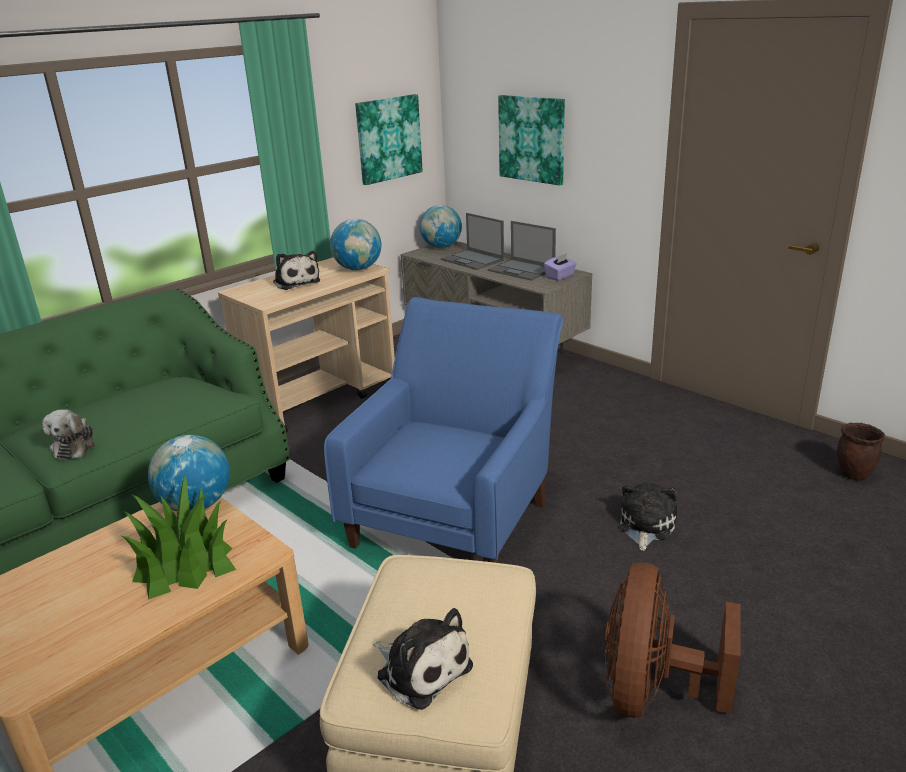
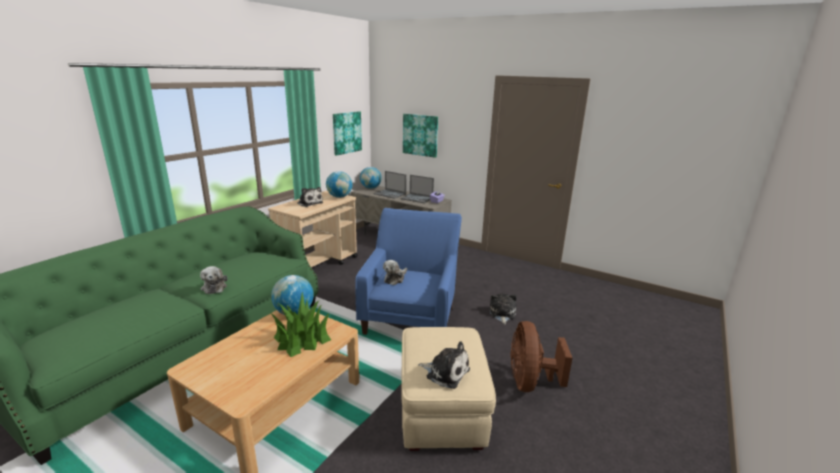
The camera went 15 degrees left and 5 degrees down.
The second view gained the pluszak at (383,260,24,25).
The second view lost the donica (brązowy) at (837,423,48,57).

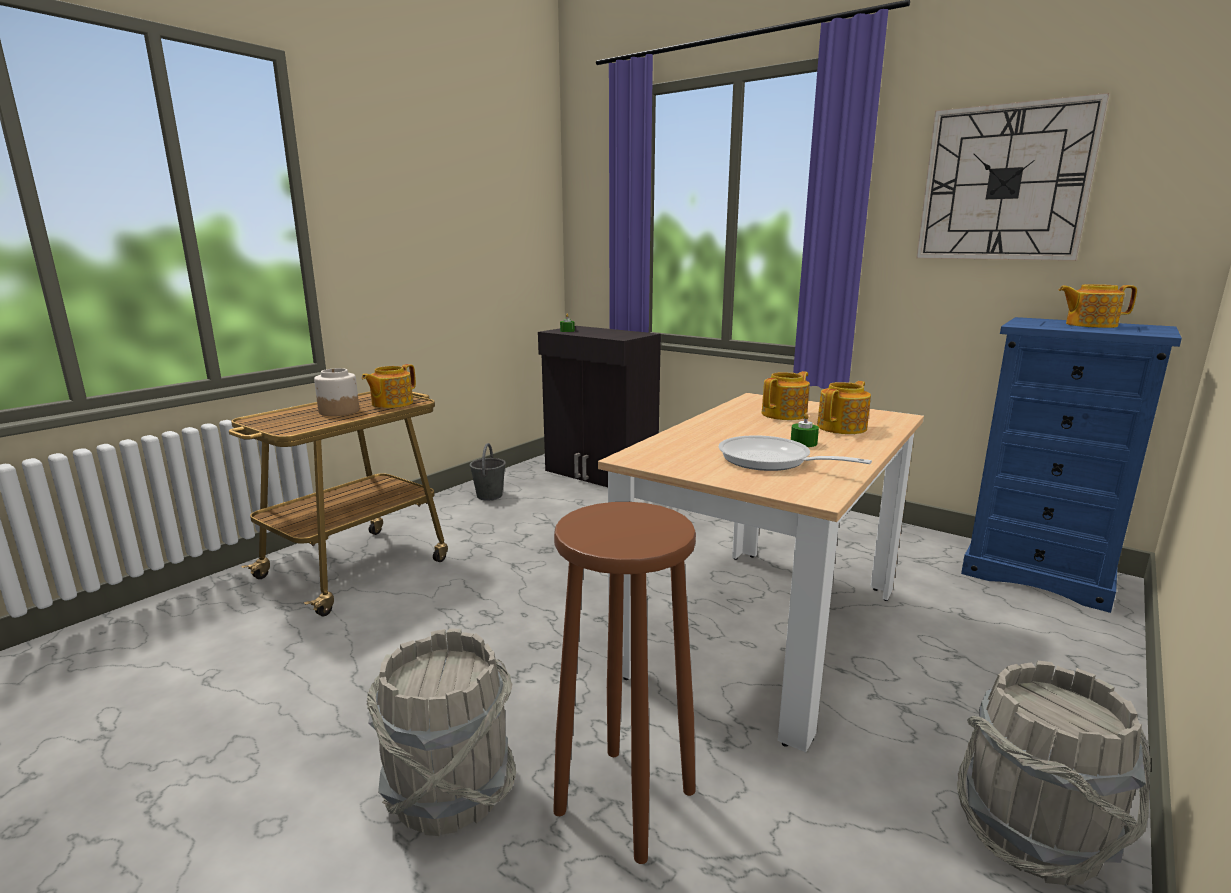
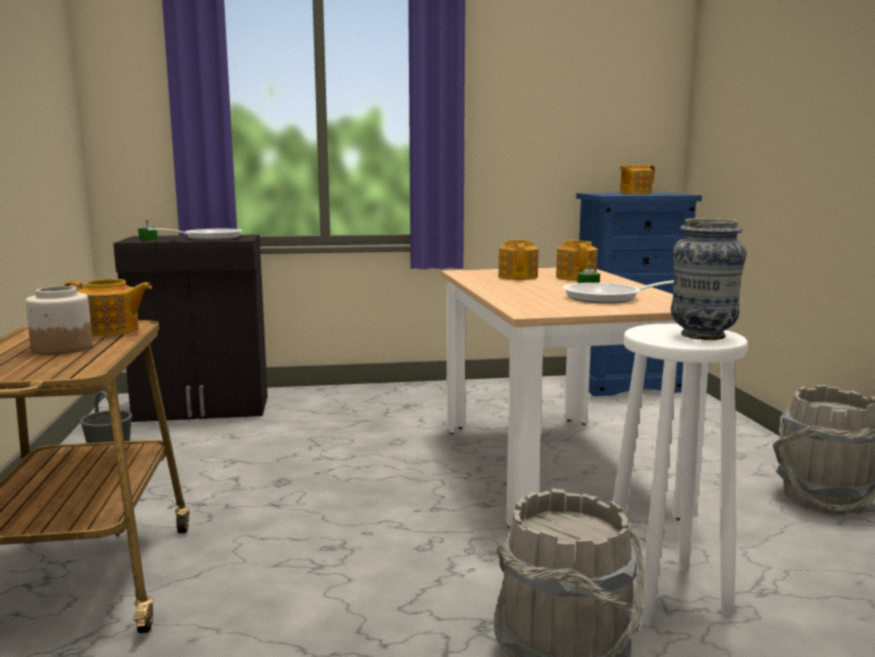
The camera went 45 degrees left and 5 degrees down.
The imbryk at (362,364,54,44) ended up facing another way, 75 degrees counterclockwise from before.
The second view gained the patelnia at (148,228,95,12).
What was the stołek (brązowy) at (553,502,143,362) turned into the stołek (biały) at (613,324,135,302).
The second view gained the wazon at (671,218,76,122).
The second view lost the zegar ścienny at (916,93,193,168).

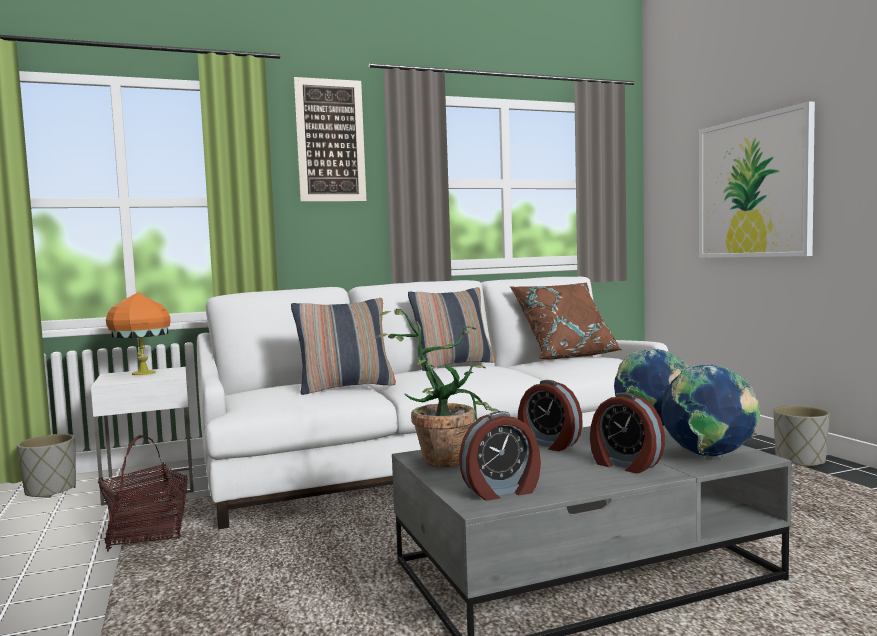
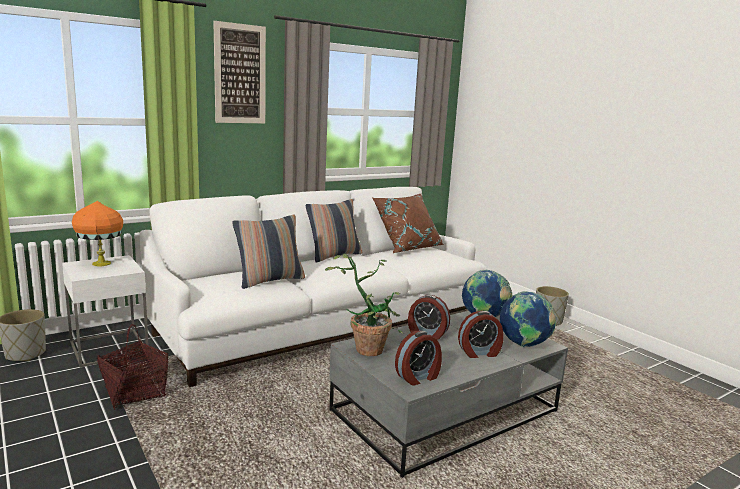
The camera went 15 degrees left and 10 degrees up.
The budzik at (590,392,75,82) ended up facing another way, 45 degrees counterclockwise from before.
The second view lost the obraz at (699,101,116,157).

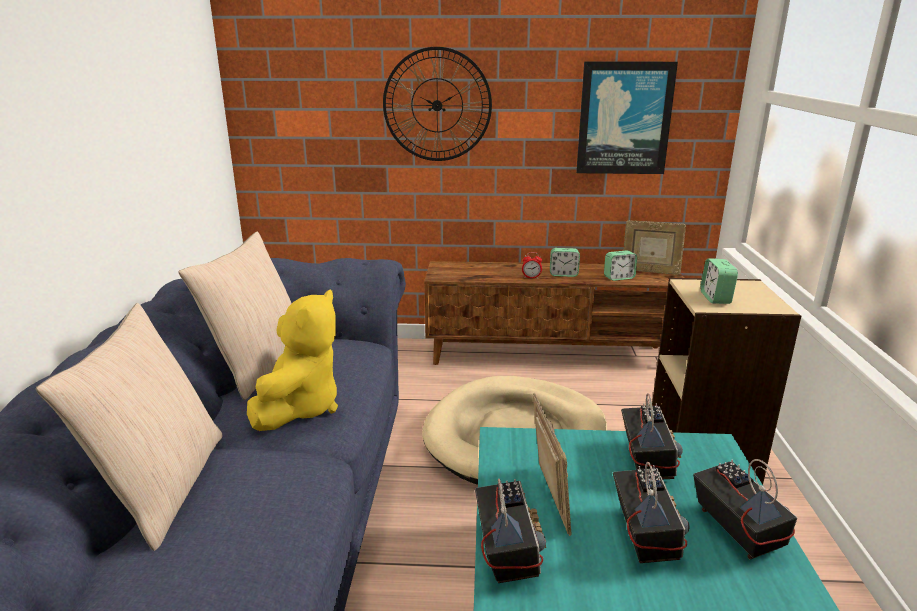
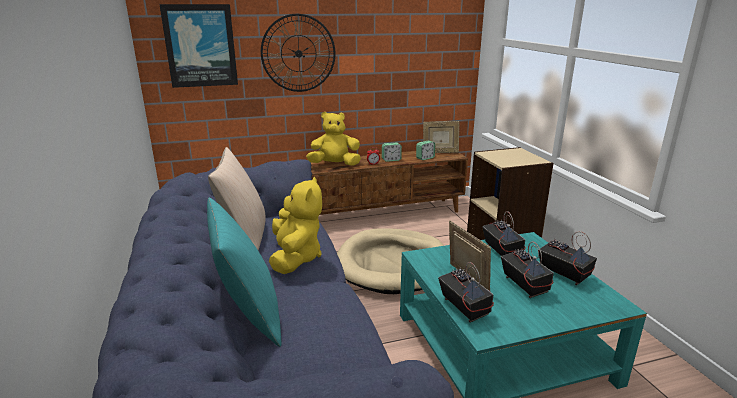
The camera went 20 degrees left and 0 degrees up.
The obraz ended up elsewhere, having gone from (576,62,102,112) to (159,4,79,84).
What was the poduszka (beżowy) at (36,303,186,248) turned into the poduszka (turkusowy) at (207,198,74,149).
The second view gained the pluszak (żółty) at (306,112,55,54).
The second view lost the budzik at (700,258,38,46).

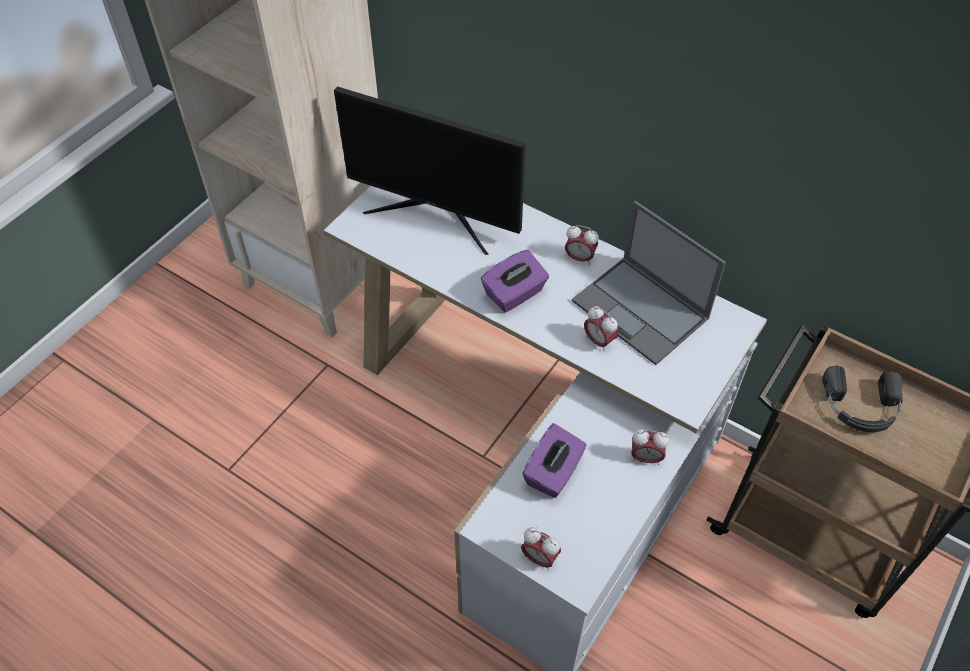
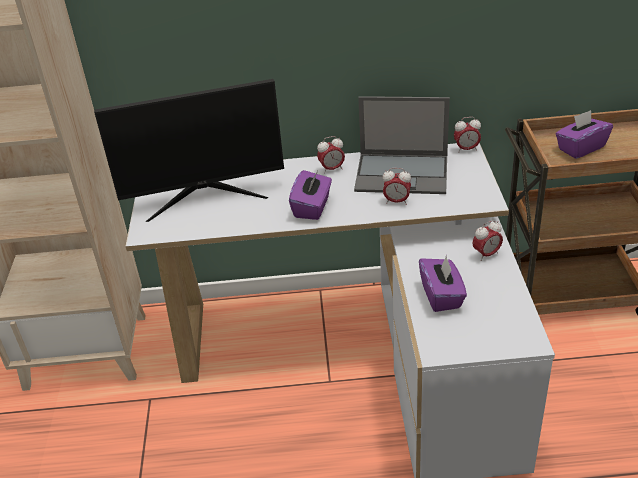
The camera went 35 degrees left and 15 degrees down.
The budzik ended up elsewhere, having gone from (521,527,40,43) to (454,117,27,36).
Where the słuchawki (czarny) stood at (822,366,81,66), the pudełko chusteczek (fioletowy) came to stand at (556,110,57,49).

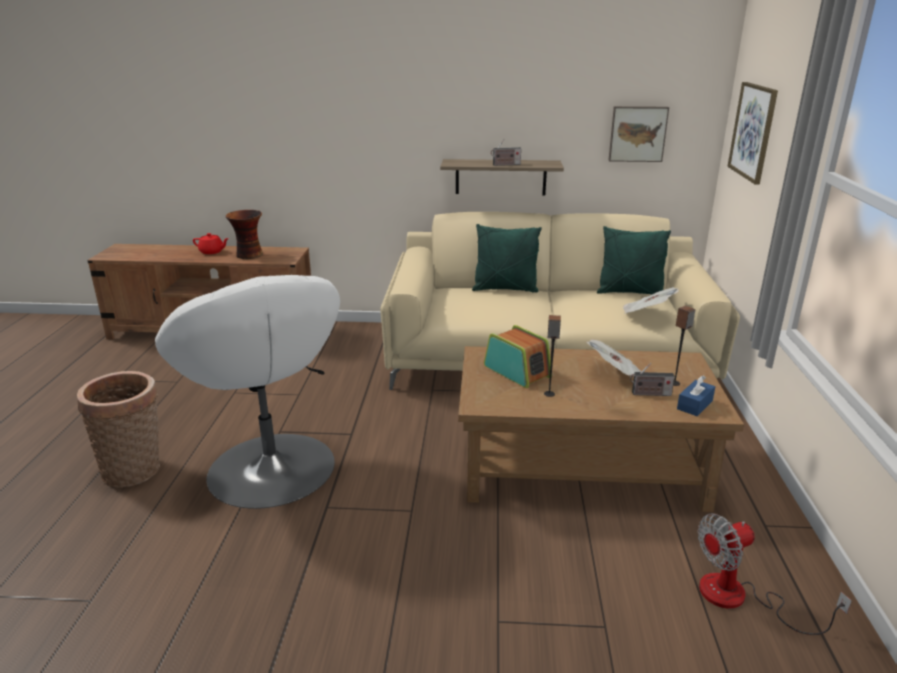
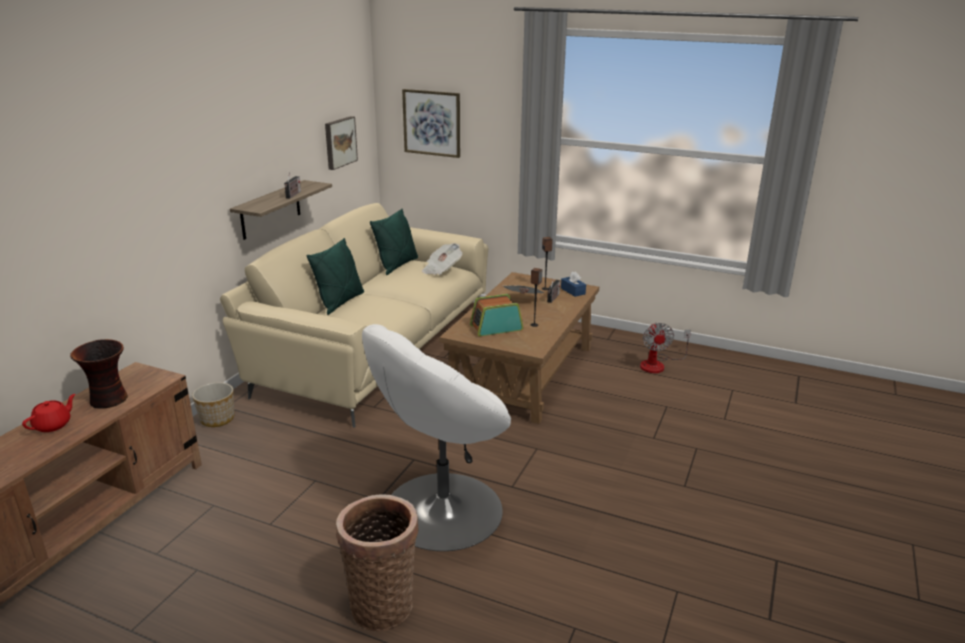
The camera went 70 degrees left and 0 degrees up.
The second view gained the donica at (192,382,43,45).
The fotel (biały) at (155,275,185,234) ended up facing another way, 150 degrees clockwise from before.

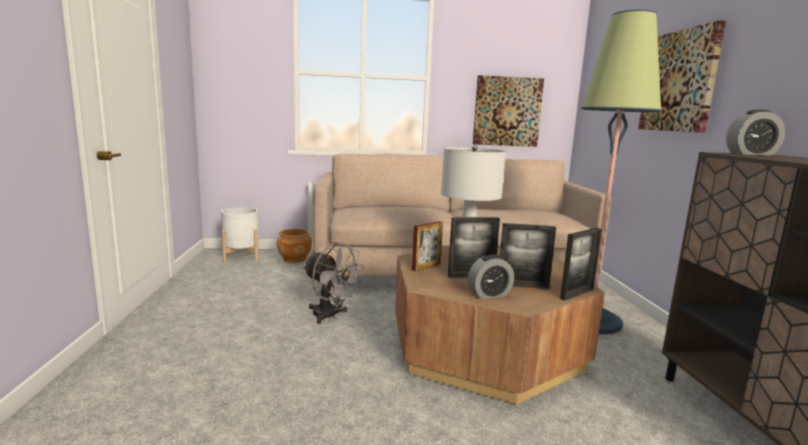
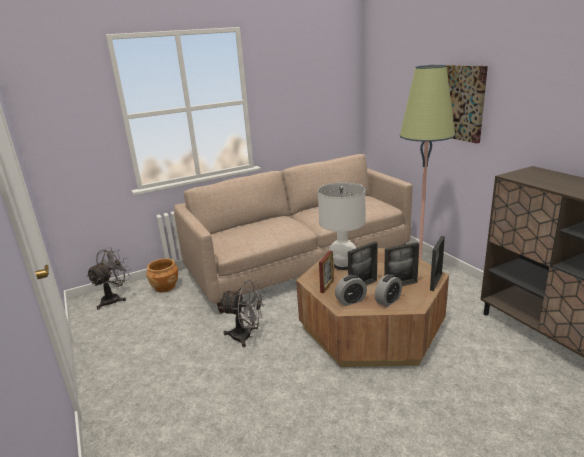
The camera went 20 degrees left and 10 degrees up.
Where the donica (biały) stood at (221,207,38,56), the wentylator (szary) came to stand at (87,247,44,63).
The budzik ended up elsewhere, having gone from (726,110,59,46) to (335,275,32,31).
The second view lost the obraz at (473,75,71,72).

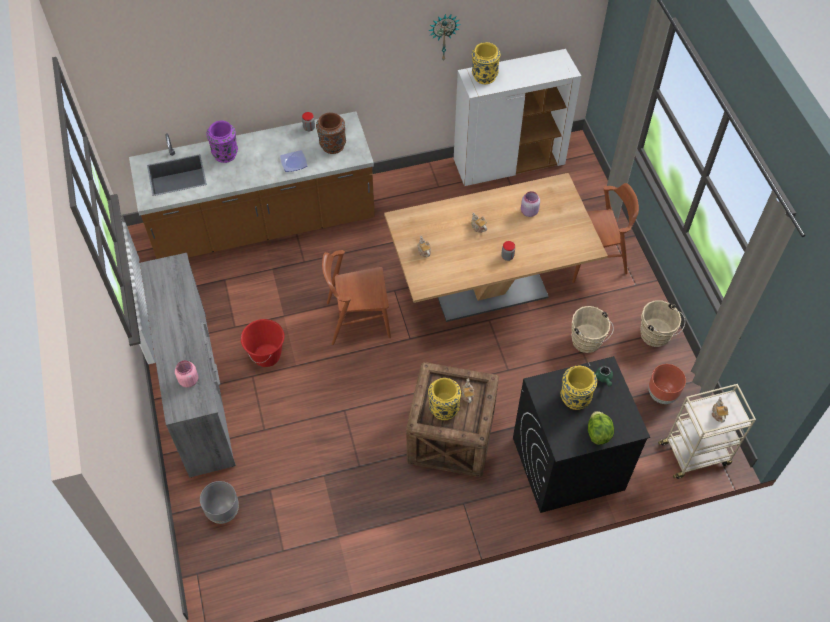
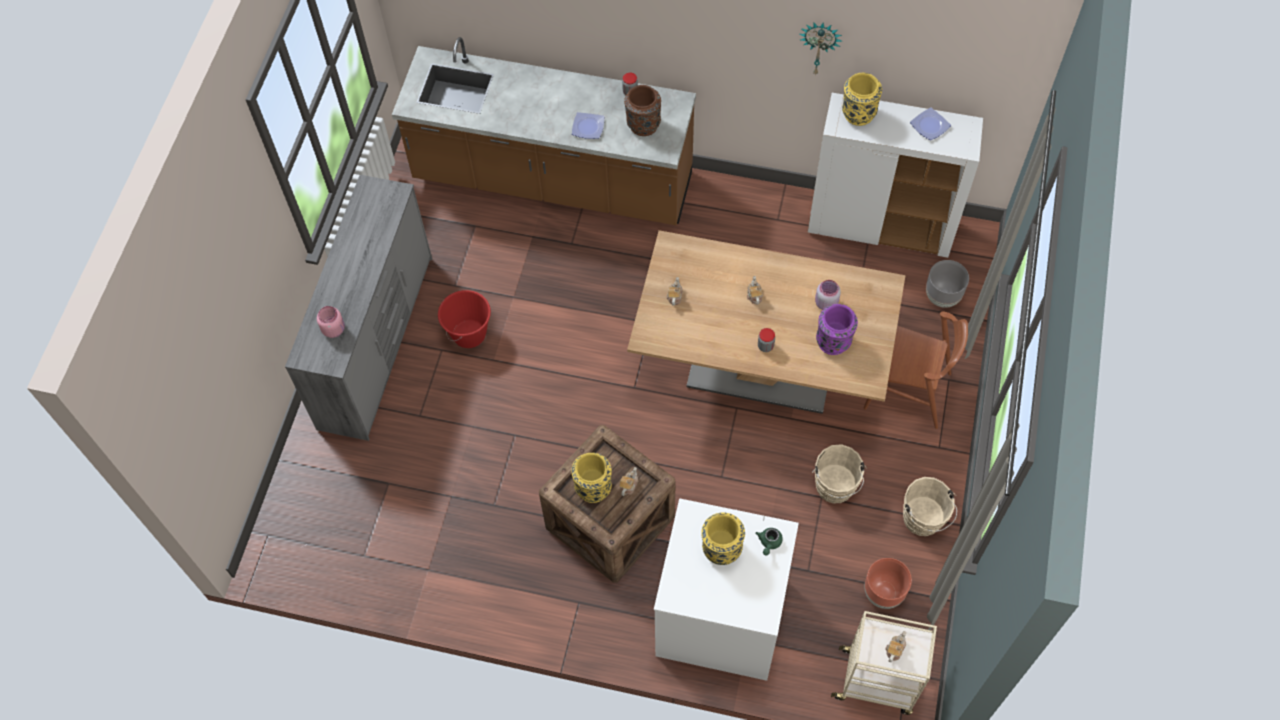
The camera went 30 degrees right and 5 degrees up.
What was the pralka (czarny) at (513,356,137,157) turned into the pralka (biały) at (654,498,145,183).
The wazon (fioletowy) ended up elsewhere, having gone from (206,120,32,43) to (816,304,42,51).
The second view gained the talerz at (910,107,41,33).
The donica (szary) ended up elsewhere, having gone from (200,481,39,43) to (926,260,43,48).
The second view lost the krzesło (brązowy) at (322,250,69,95).
The second view lost the sałata at (588,411,26,34).

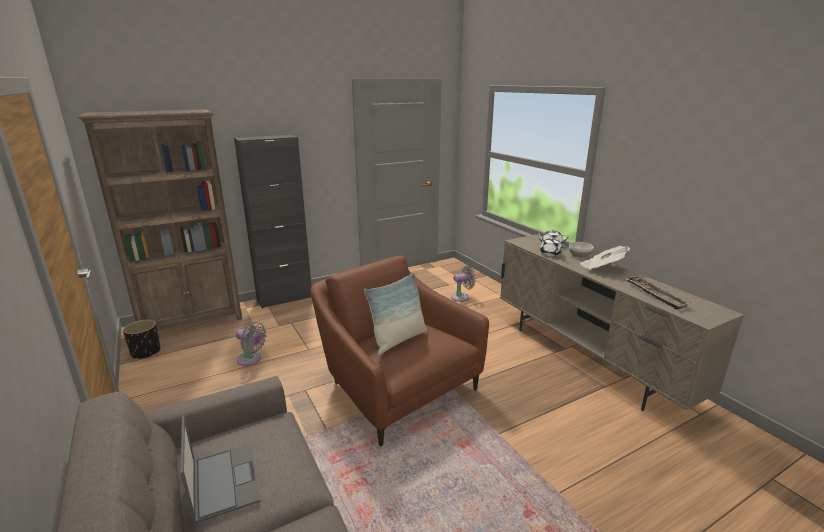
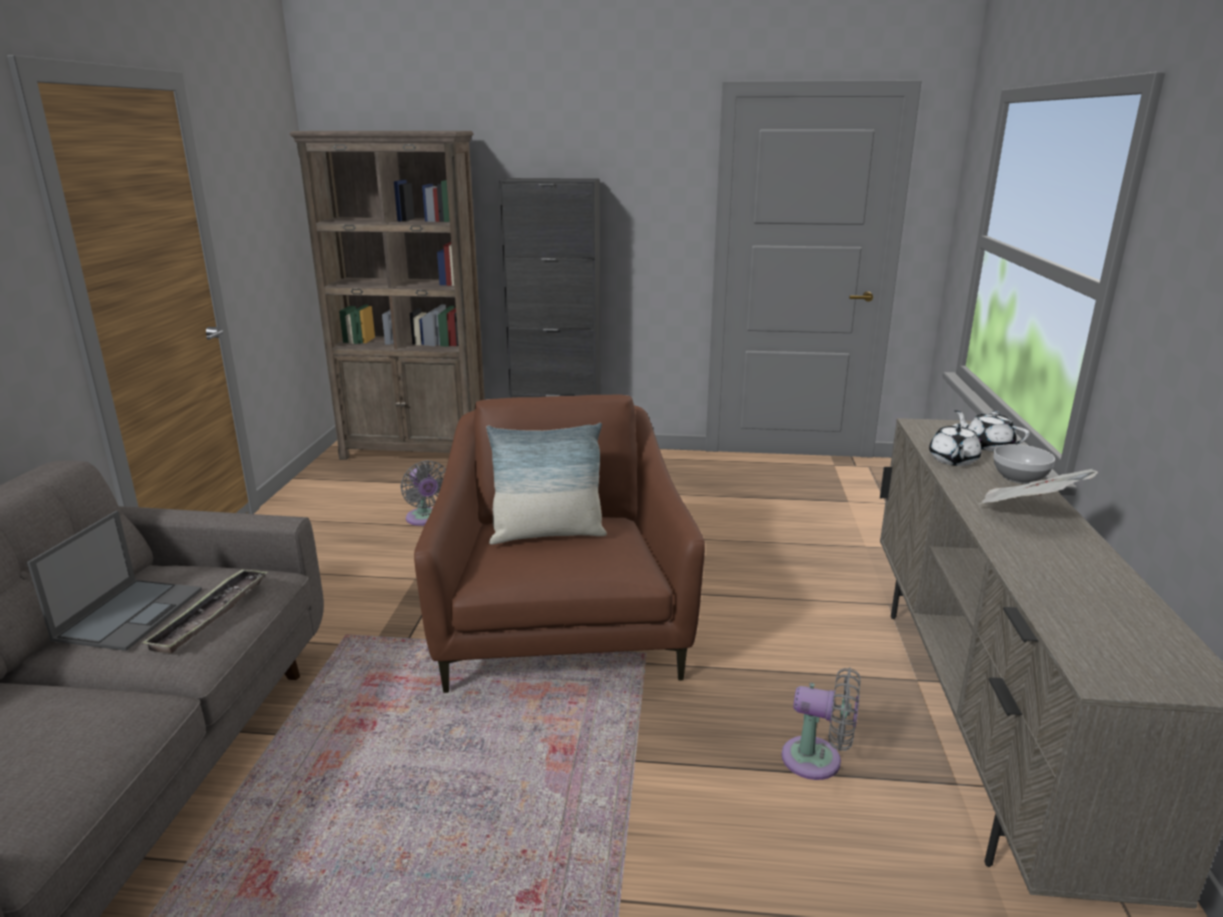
The camera went 35 degrees right and 0 degrees up.
The taca ended up elsewhere, having gone from (625,276,65,34) to (142,569,126,85).
The wentylator (szary) ended up elsewhere, having gone from (451,265,24,37) to (781,668,79,112).
The second view lost the donica (czarny) at (123,320,38,40).

